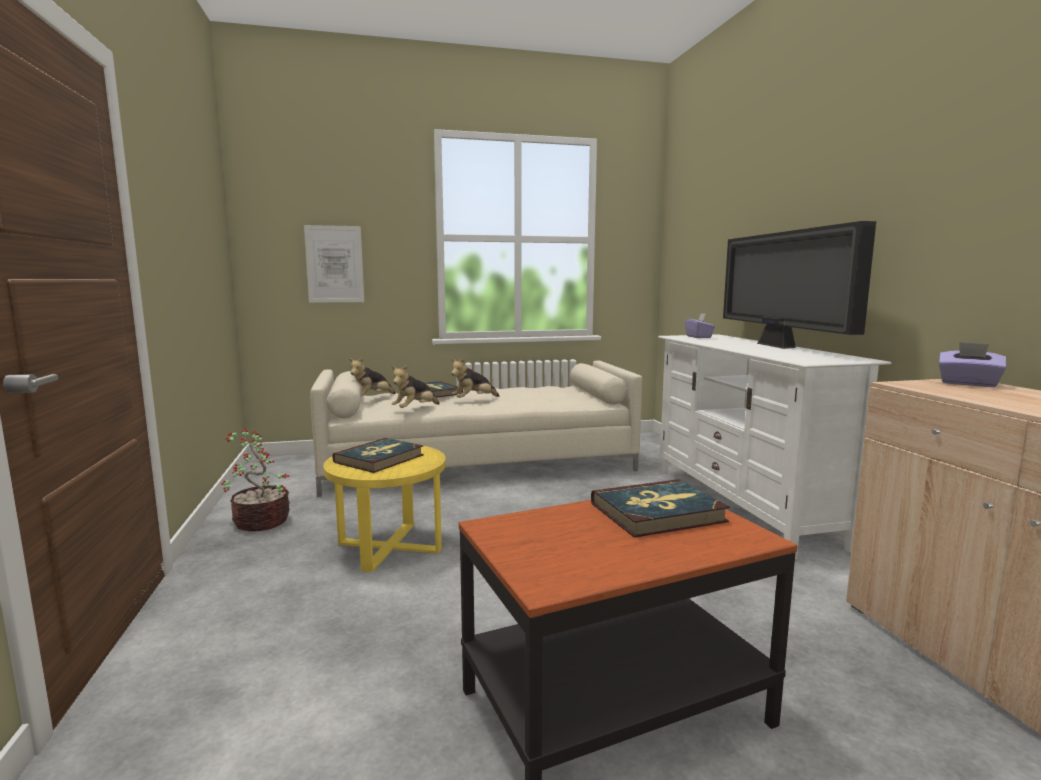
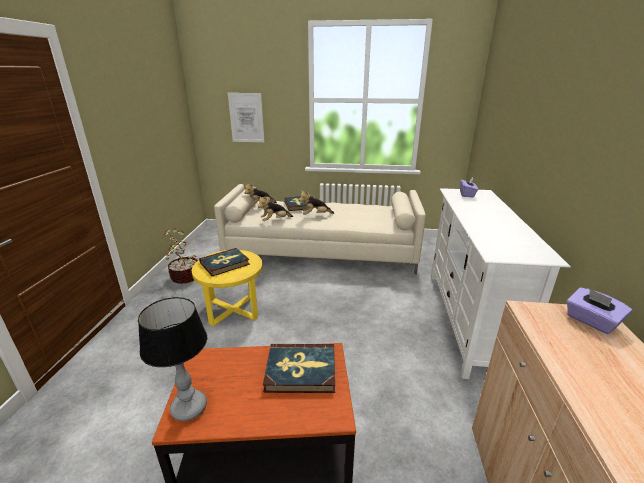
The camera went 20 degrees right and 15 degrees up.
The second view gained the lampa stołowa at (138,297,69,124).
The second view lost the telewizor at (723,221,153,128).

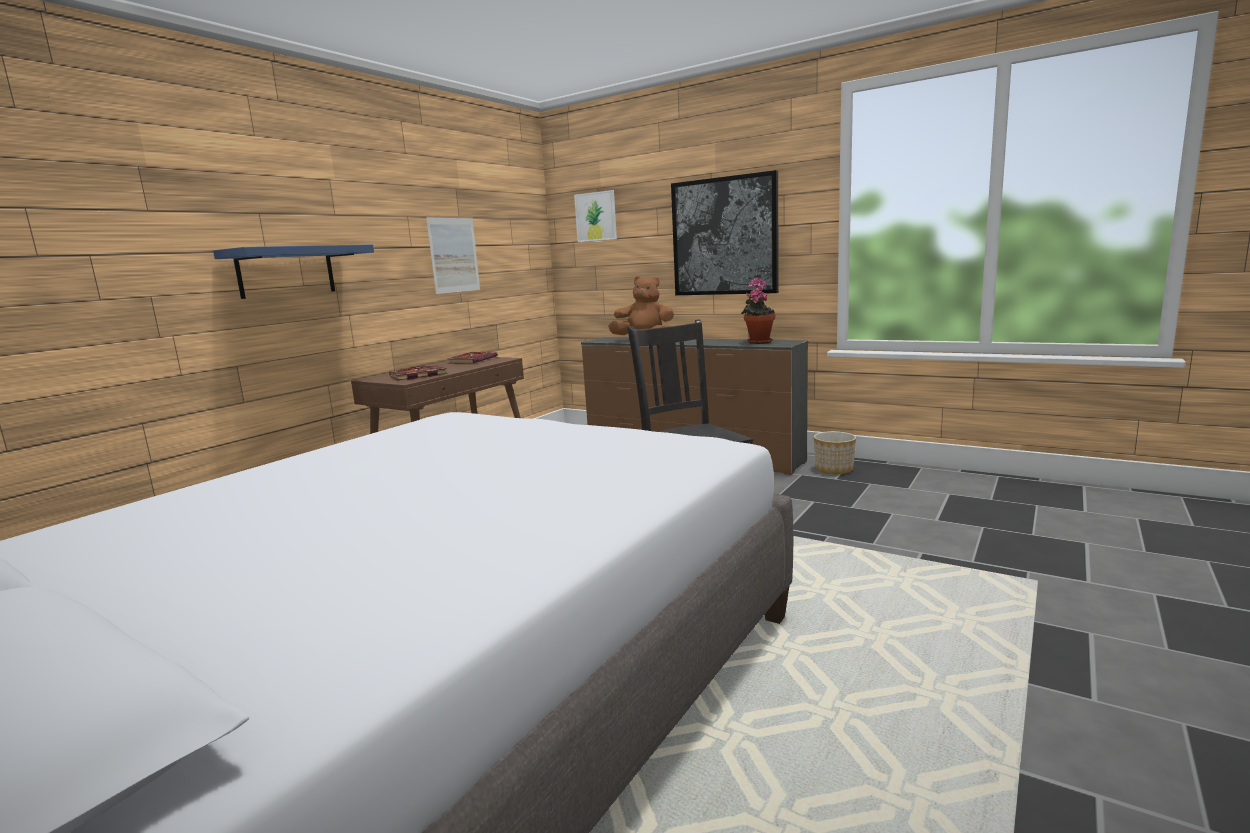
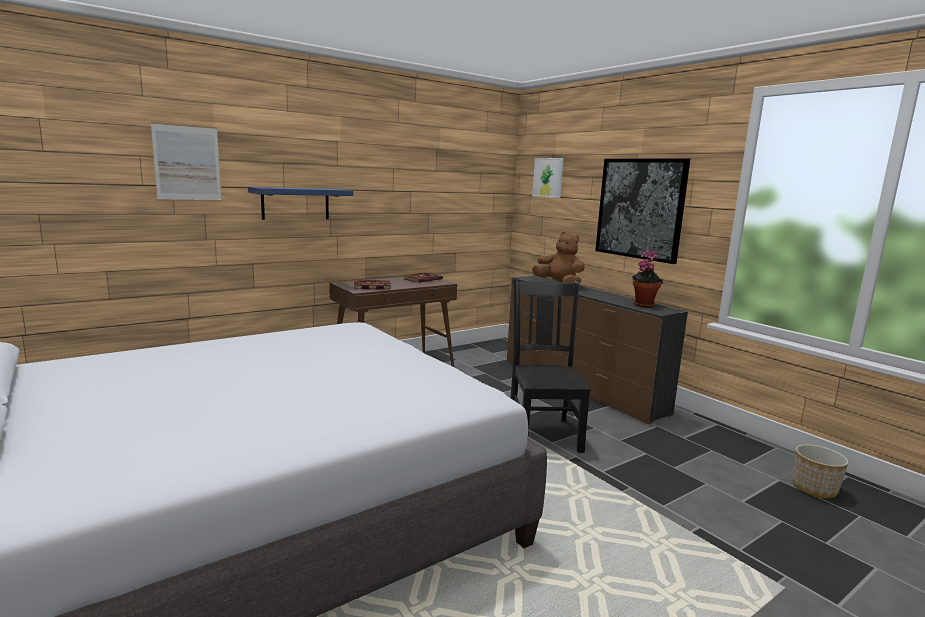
The camera went 20 degrees right and 0 degrees up.
The obraz ended up elsewhere, having gone from (426,216,55,80) to (151,122,71,80).
The donica ended up elsewhere, having gone from (814,431,42,43) to (792,444,57,54).

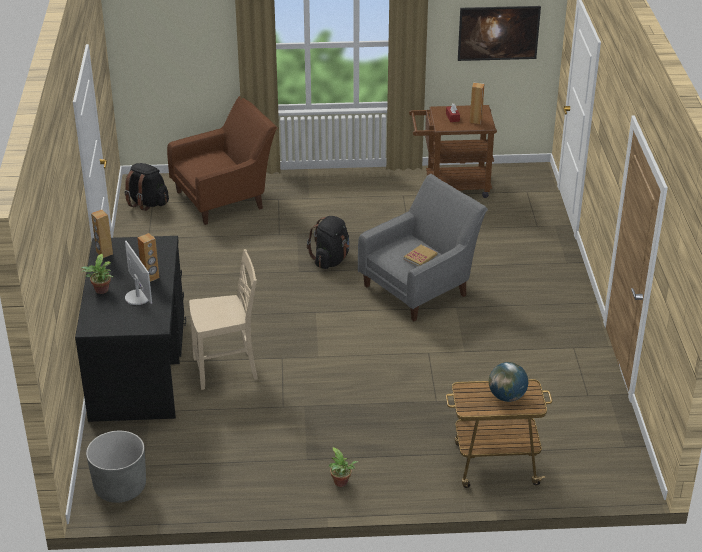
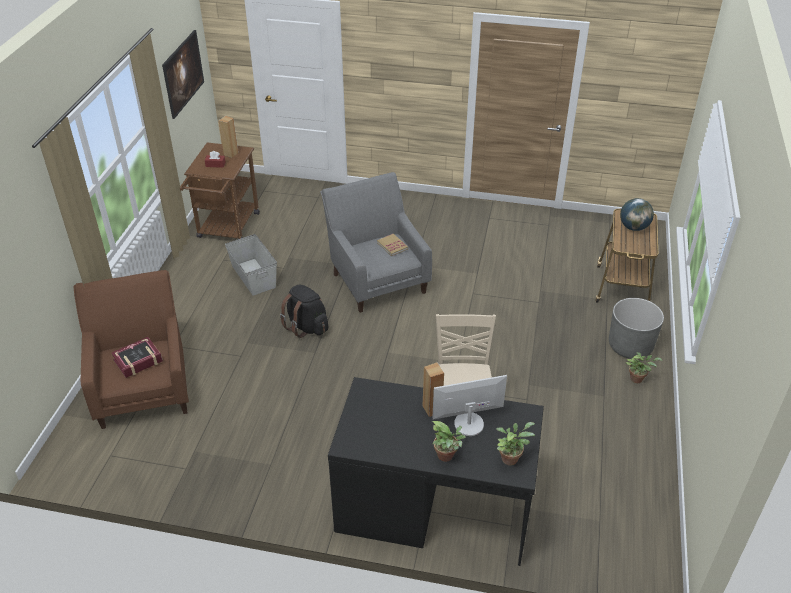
The camera went 75 degrees left and 5 degrees up.
The second view gained the książka at (112,337,51,41).
The second view gained the pojemnik do przechowywania (szary) at (225,234,52,62).
The second view gained the roślina doniczkowa at (496,422,39,44).
The donica (szary) ended up elsewhere, having gone from (86,431,60,72) to (609,298,55,61).
The second view lost the głośnik (brązowy) at (91,210,22,48).
The second view lost the plecak (czarny) at (124,163,45,48).

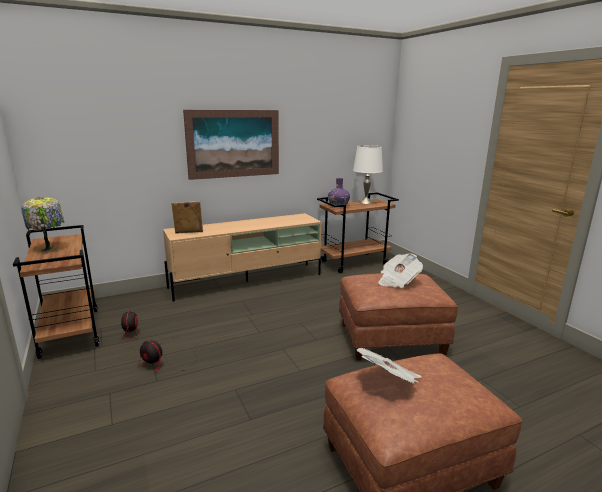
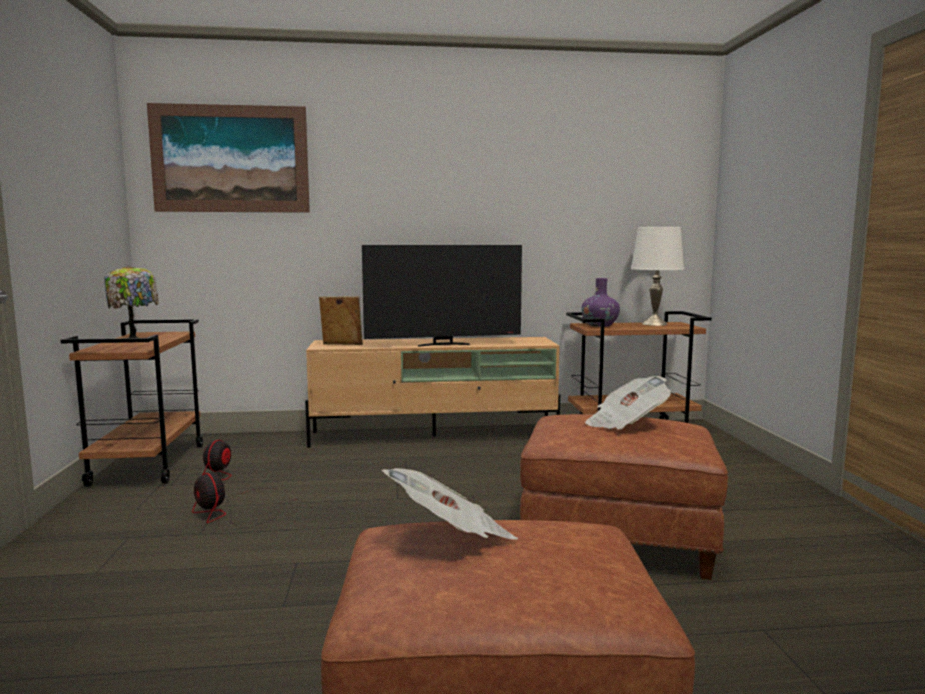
The camera went 20 degrees right and 10 degrees down.
The obraz ended up elsewhere, having gone from (183,110,96,70) to (147,103,163,110).
The second view gained the telewizor at (362,245,160,102).

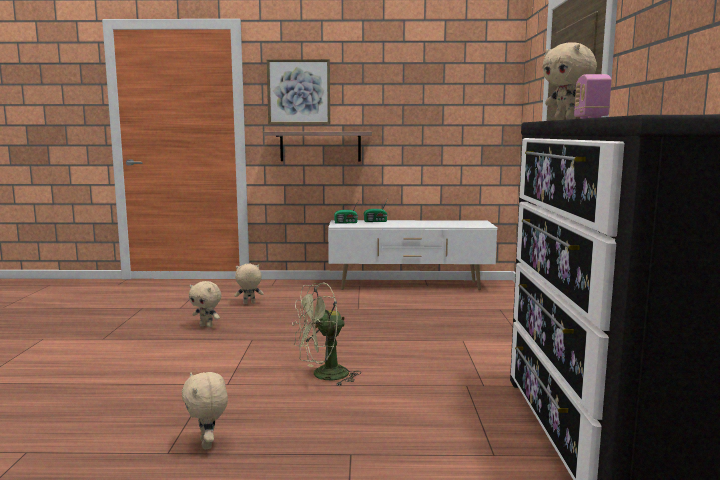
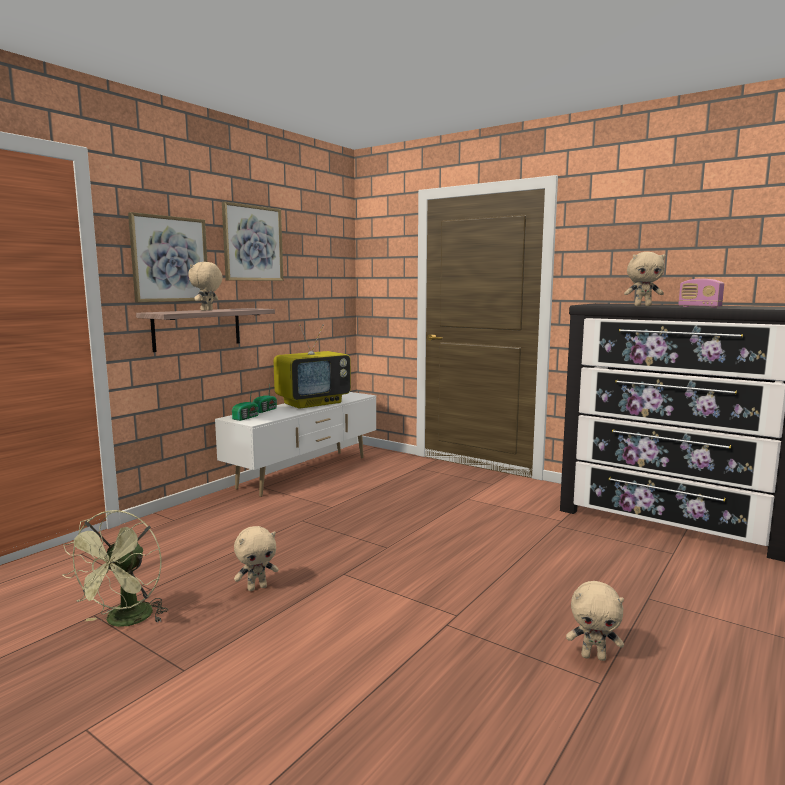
The camera went 55 degrees left and 0 degrees up.
The wentylator (zielony) ended up elsewhere, having gone from (292,282,69,105) to (62,510,106,117).
The pluszak (beżowy) ended up elsewhere, having gone from (235,264,29,40) to (188,262,35,49).
The second view gained the obraz at (222,201,61,80).
The second view gained the telewizor at (273,325,78,84).

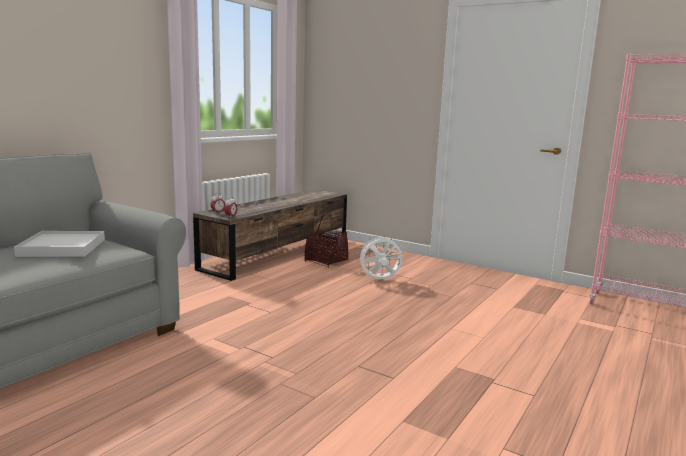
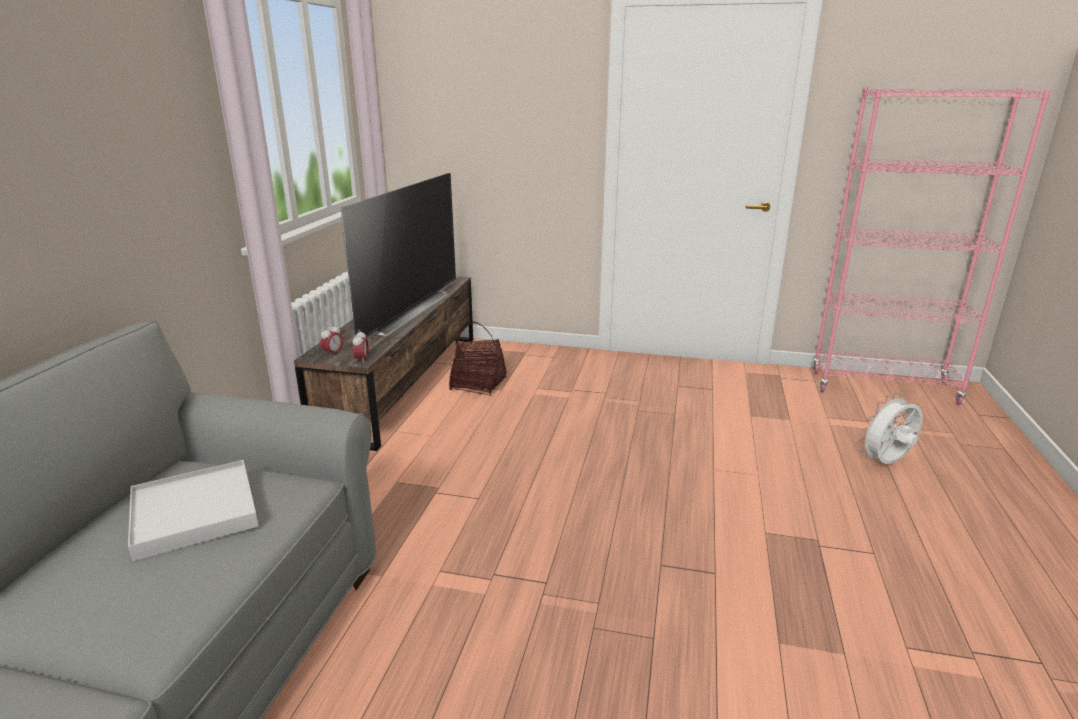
The camera went 20 degrees left and 10 degrees up.
The second view gained the telewizor at (340,173,116,165).
The wentylator (biały) ended up elsewhere, having gone from (357,234,46,45) to (859,393,64,71).

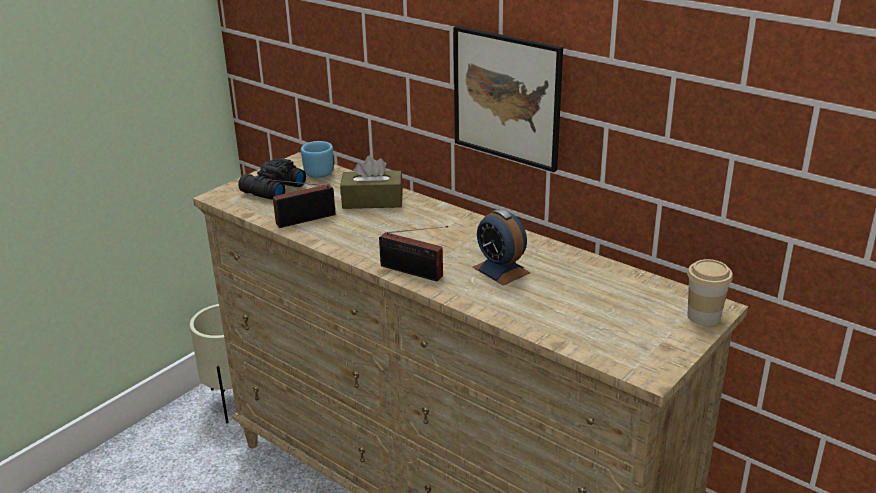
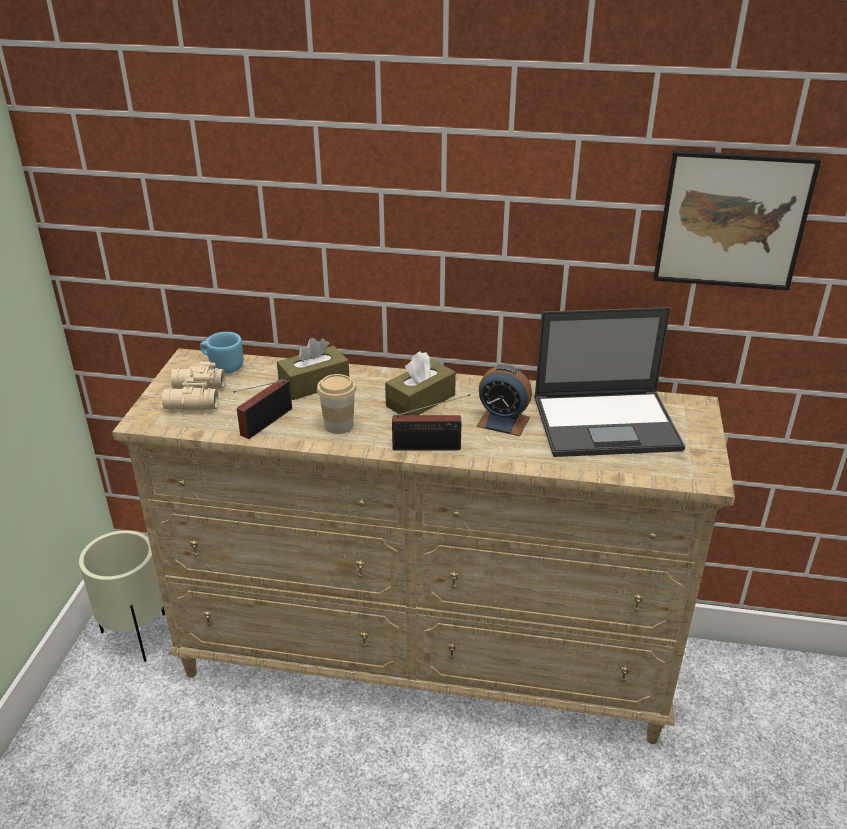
The camera went 30 degrees left and 5 degrees up.
What was the lornetka (czarny) at (238,158,68,42) turned into the lornetka (beżowy) at (162,362,63,48).
The filiżanka ended up elsewhere, having gone from (687,259,46,67) to (317,374,39,60).
The second view gained the pudełko chusteczek (brązowy) at (385,351,71,64).
The second view gained the laptop at (534,307,151,150).
The obraz ended up elsewhere, having gone from (454,26,109,146) to (654,150,167,140).

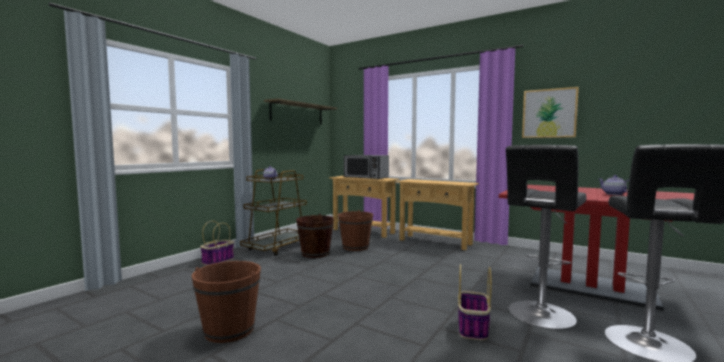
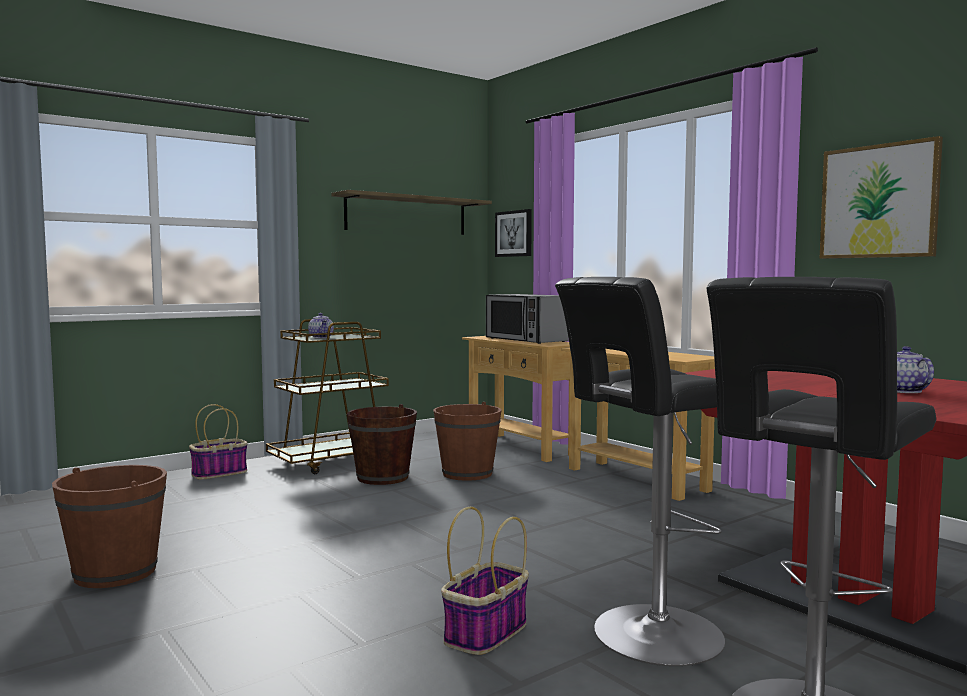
The camera went 20 degrees right and 0 degrees up.
The second view gained the obraz at (495,209,37,48).

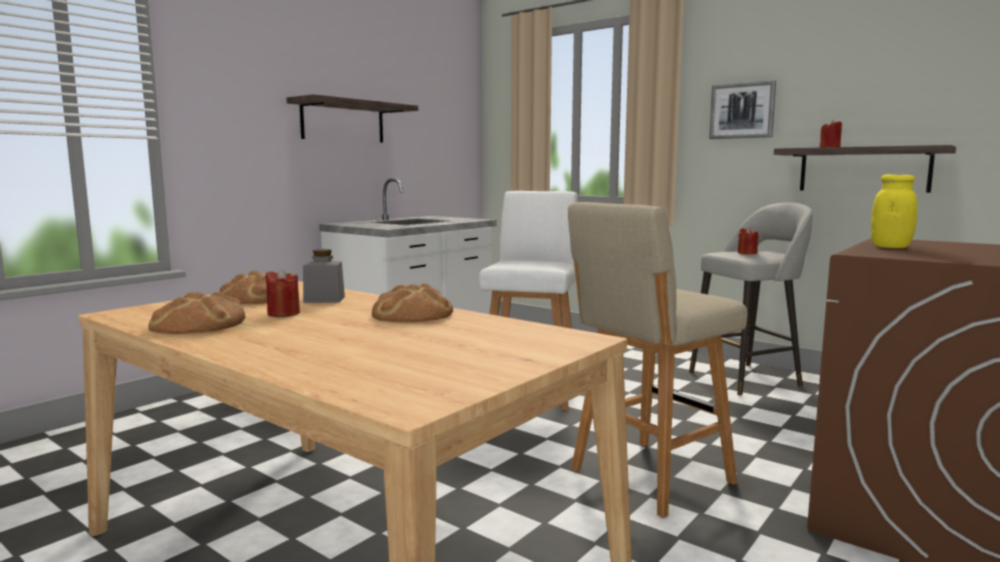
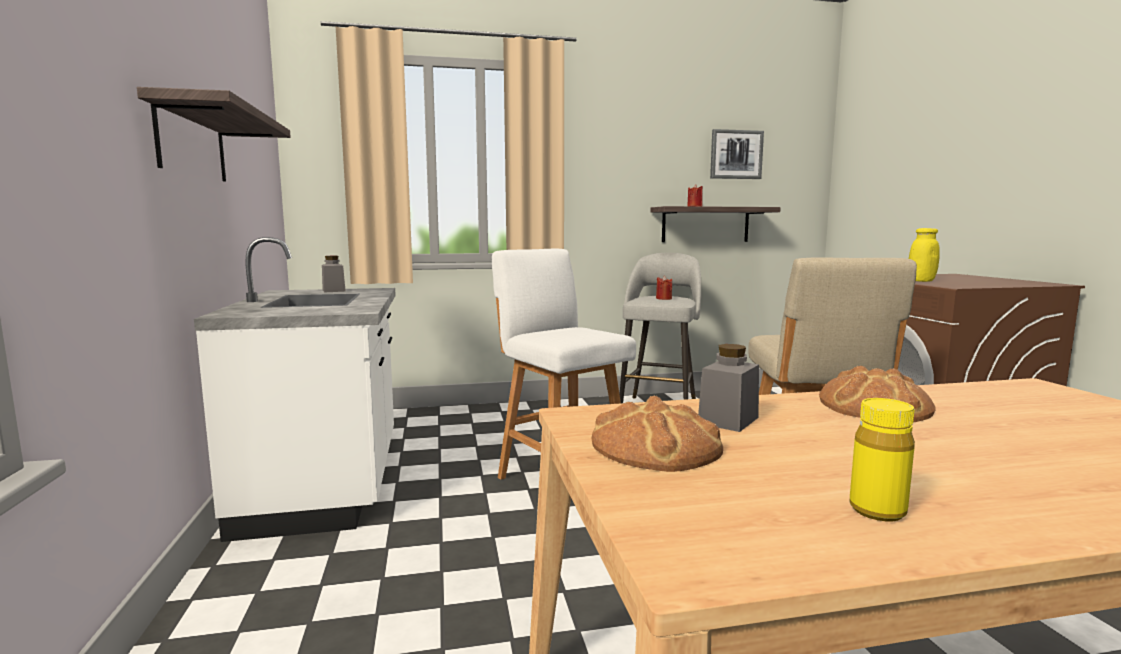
The camera went 50 degrees left and 0 degrees up.
The second view gained the słoik (szary) at (322,256,24,36).
The obraz ended up elsewhere, having gone from (709,80,67,59) to (710,129,54,50).
Where the chleb stood at (148,292,97,42), the butelka (żółty) came to stand at (849,398,66,123).
The second view lost the świeca (czerwony) at (265,269,35,48).

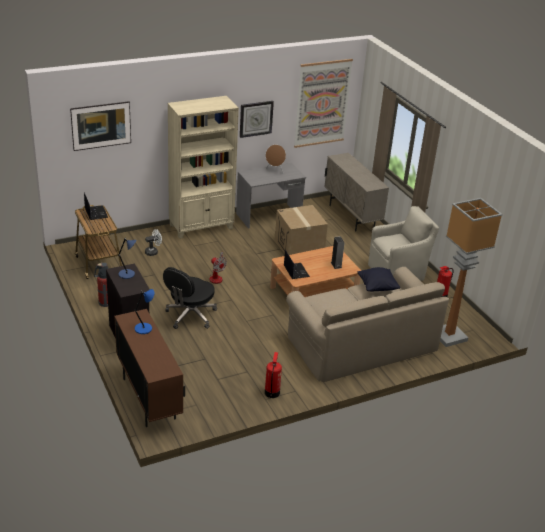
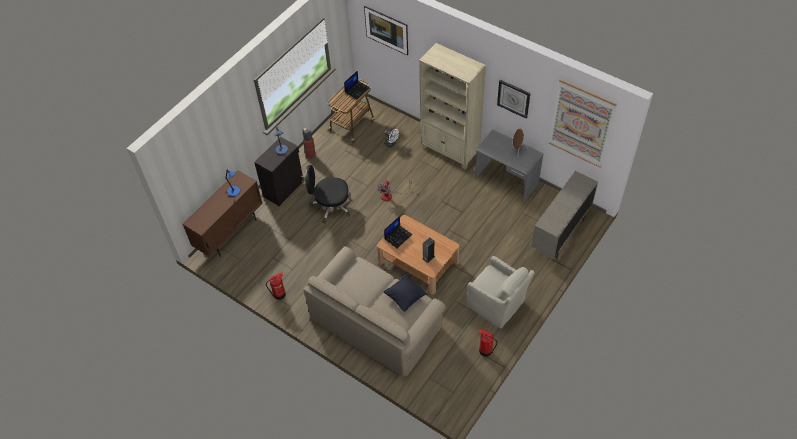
The camera went 65 degrees right and 20 degrees up.
The second view lost the karton at (275,205,53,50).
The second view lost the lampa stojąca at (440,198,63,149).

